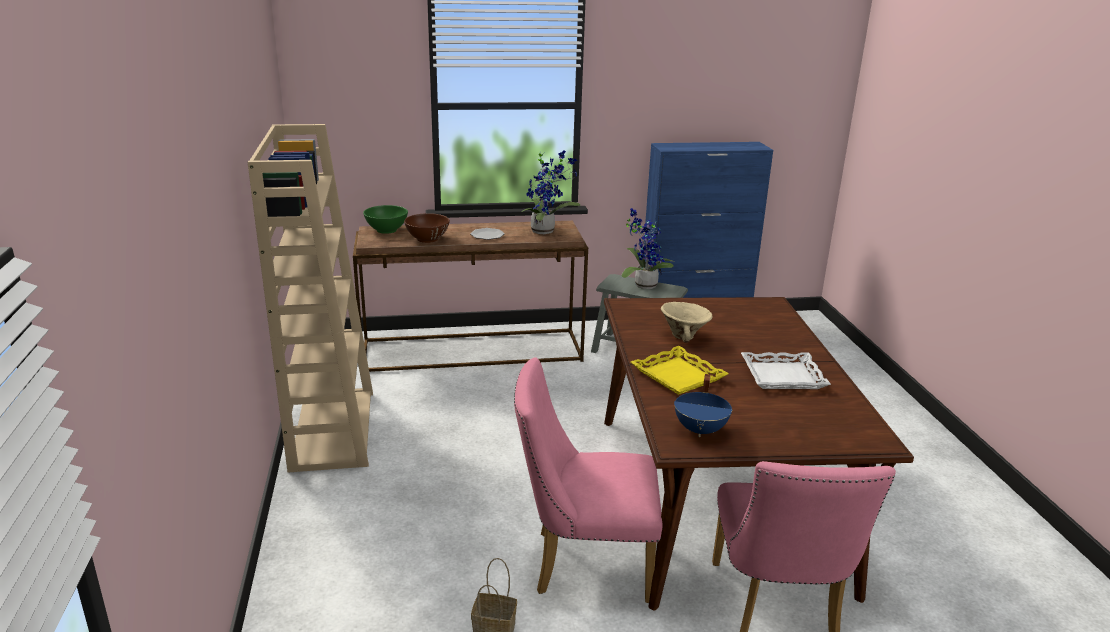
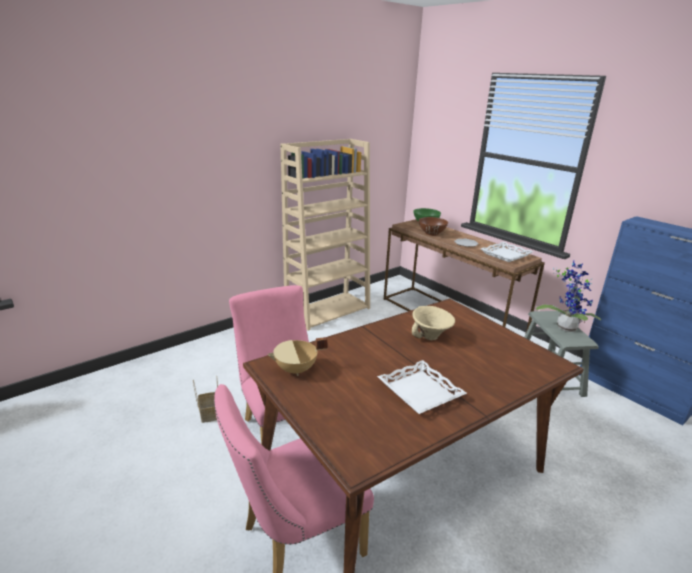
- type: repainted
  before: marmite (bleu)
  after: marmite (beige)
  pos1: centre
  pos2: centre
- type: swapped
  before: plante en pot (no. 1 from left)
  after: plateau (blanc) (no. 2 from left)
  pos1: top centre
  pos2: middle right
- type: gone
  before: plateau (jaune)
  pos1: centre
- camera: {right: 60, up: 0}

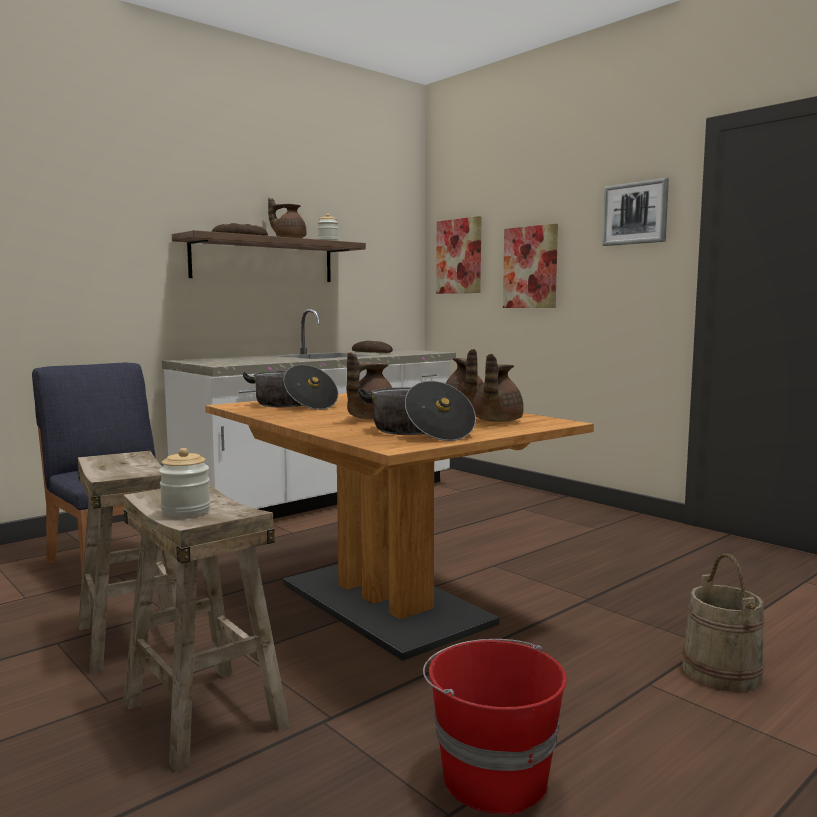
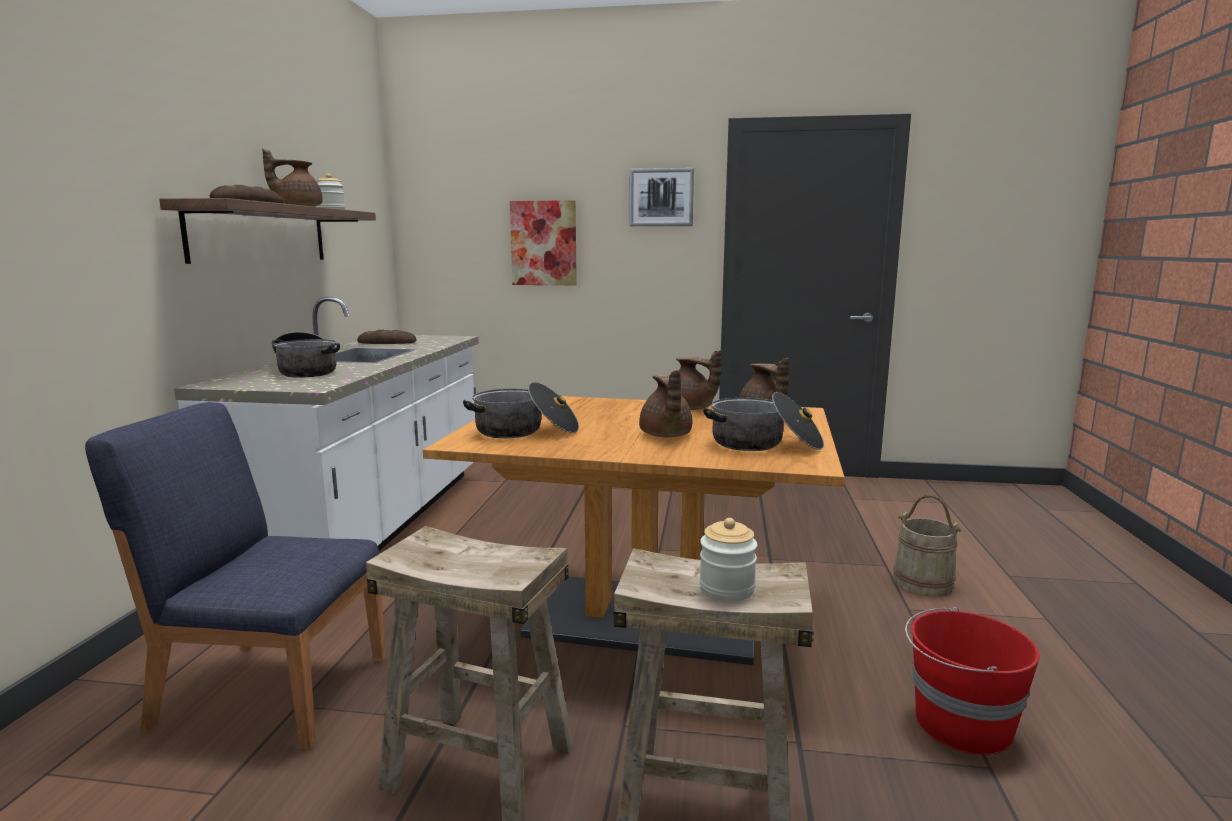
- type: new
  after: marmite (no. 1 from left)
  pos2: middle left
- type: gone
  before: tableau (no. 1 from left)
  pos1: top centre
- camera: {right: -40, up: 5}

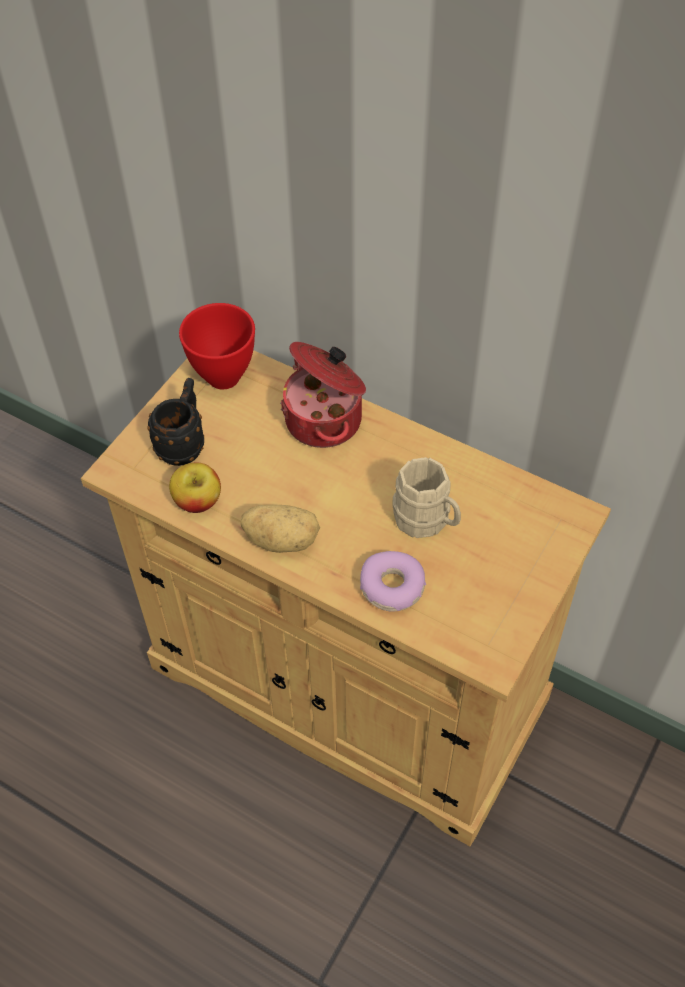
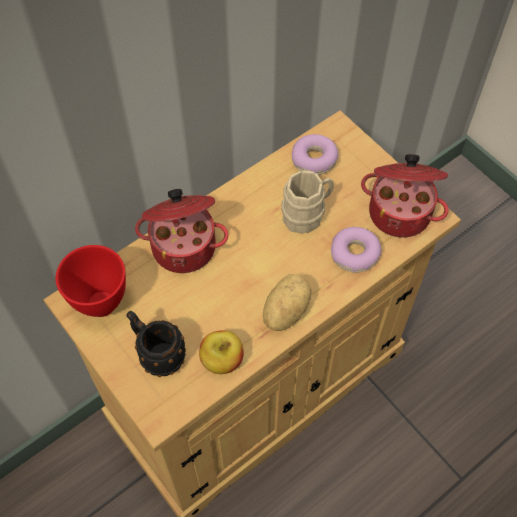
- type: new
  after: beignet (no. 1 from left)
  pos2: top centre
- type: new
  after: marmite (no. 2 from left)
  pos2: middle right
- camera: {right: -70, up: 5}

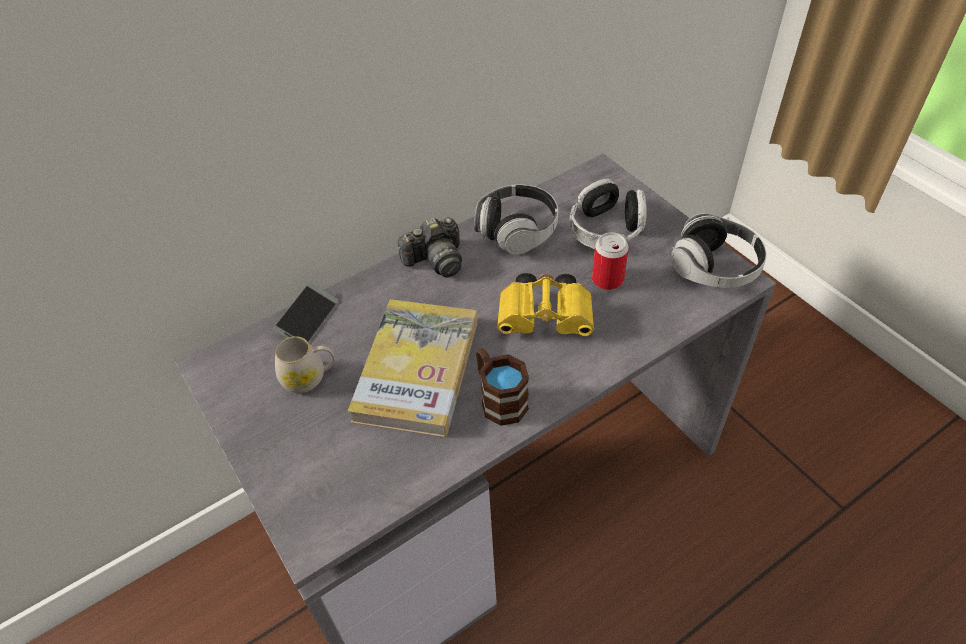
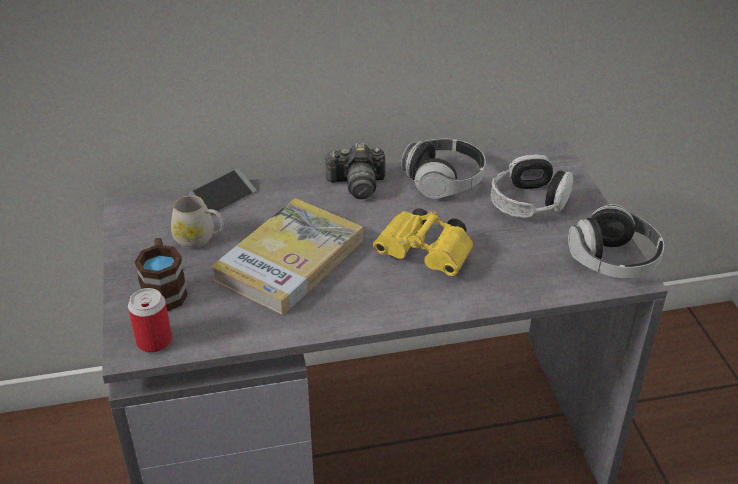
- type: shifted
  before: boîte métallique
  pos1: centre
  pos2: middle left
- type: shifted
  before: mug (marron)
  pos1: centre
  pos2: middle left
- camera: {right: 20, up: -10}

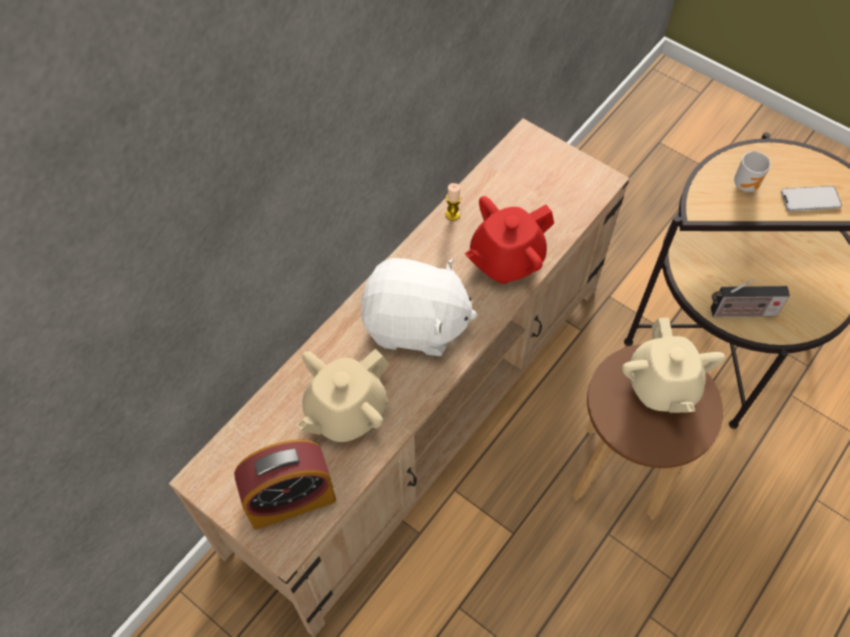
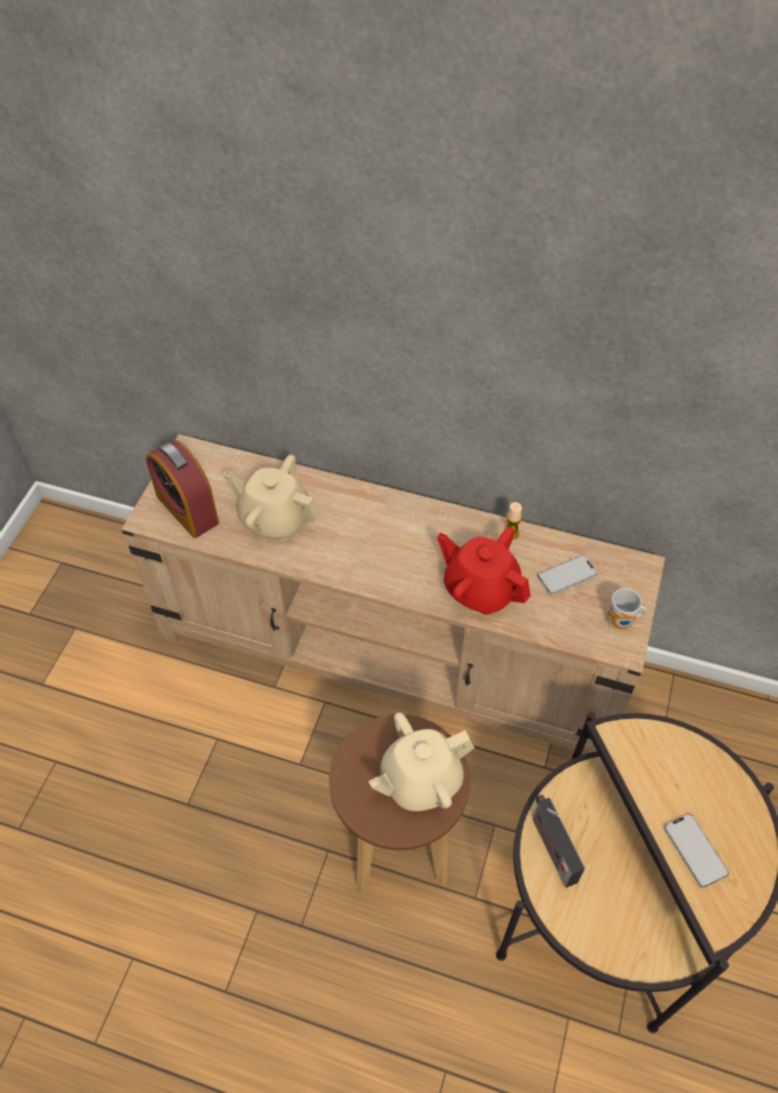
- type: new
  after: téléphone (no. 1 from left)
  pos2: middle right
- type: shifted
  before: mug
  pos1: top right
  pos2: middle right
- type: gone
  before: peluche (blanc)
  pos1: centre
- camera: {right: 70, up: -5}

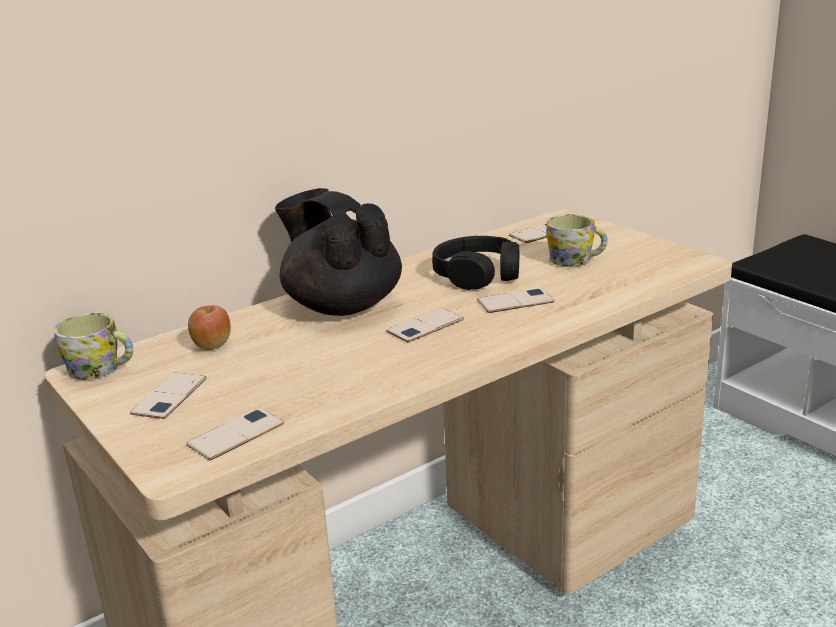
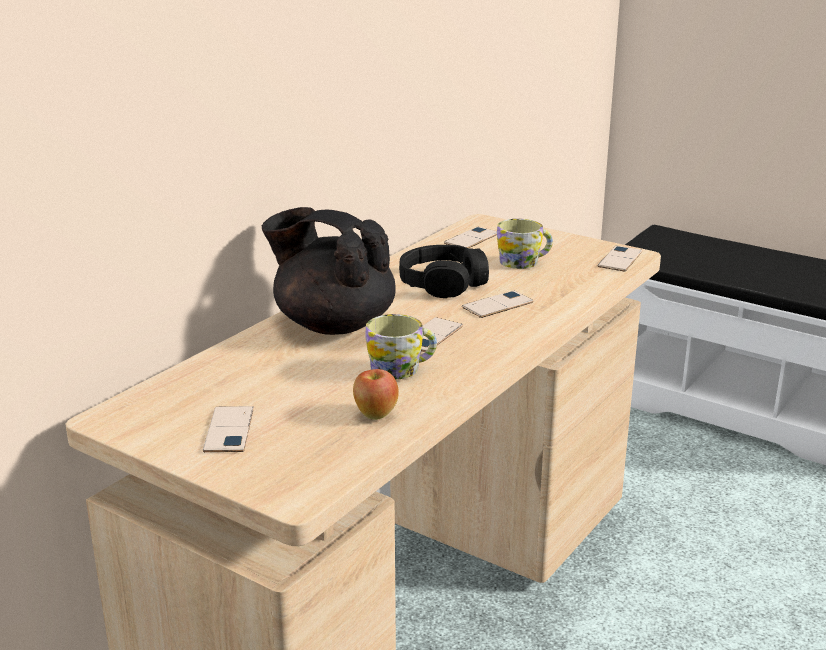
- type: shifted
  before: pomme
  pos1: middle left
  pos2: centre
- type: shifted
  before: mug (no. 1 from left)
  pos1: middle left
  pos2: centre
- type: shifted
  before: téléphone (no. 2 from left in the first image)
  after: téléphone (no. 5 from left)
  pos1: bottom left
  pos2: middle right
- camera: {right: -20, up: 0}

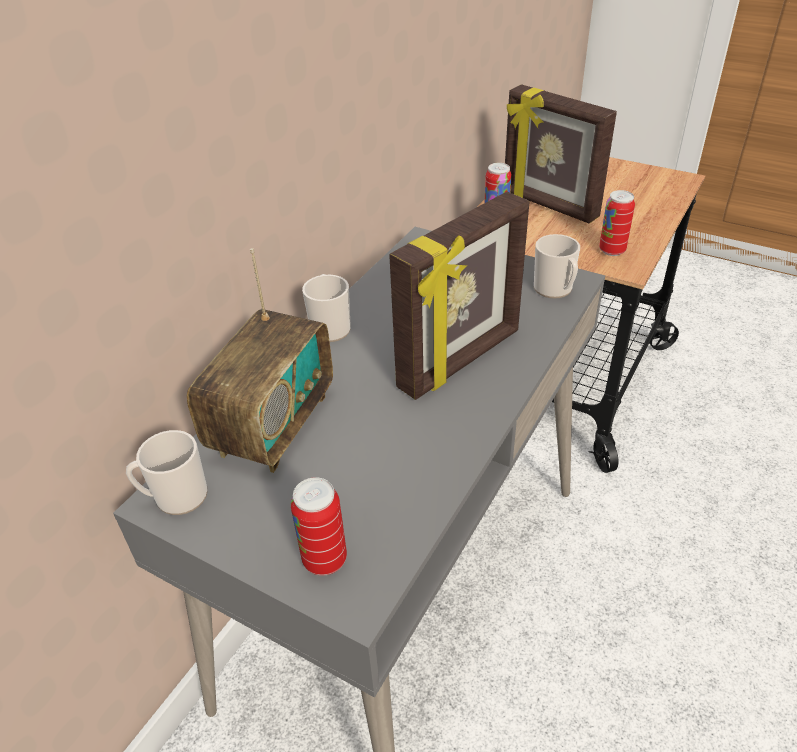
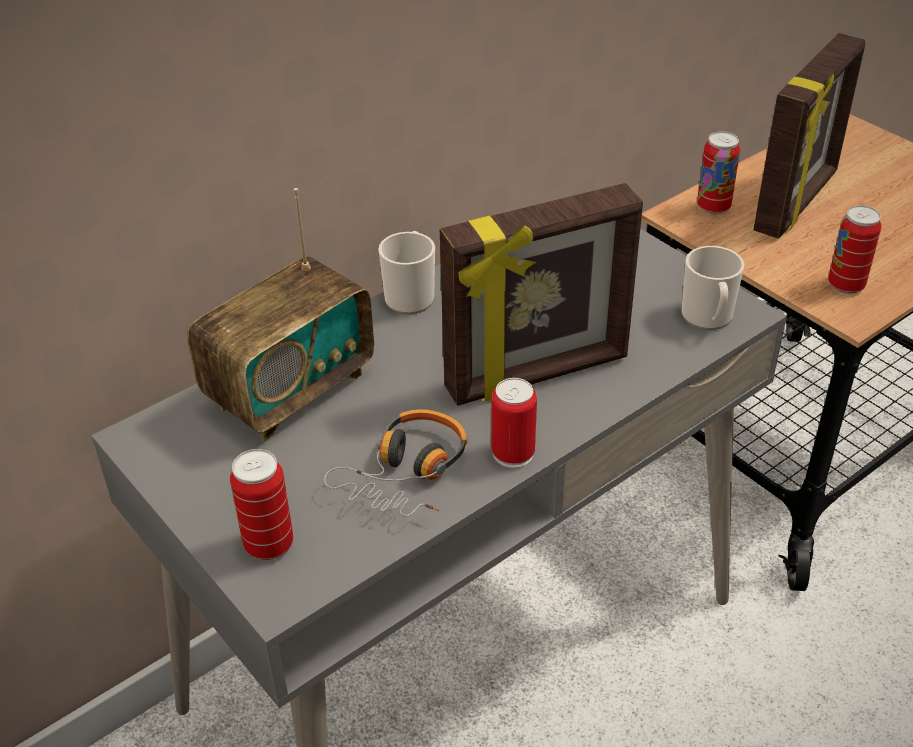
- type: new
  after: casque audio
  pos2: centre
- type: new
  after: boîte métallique (no. 2 from left)
  pos2: centre
- type: rotated
  before: cadre photo (no. 2 from left)
  pos1: top right
  pos2: top right
  turn: -120
- type: gone
  before: mug (no. 1 from left)
  pos1: middle left
- camera: {right: 20, up: 0}

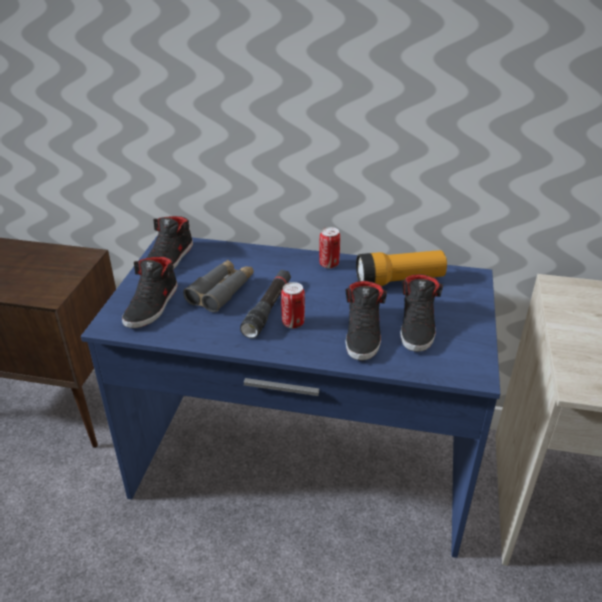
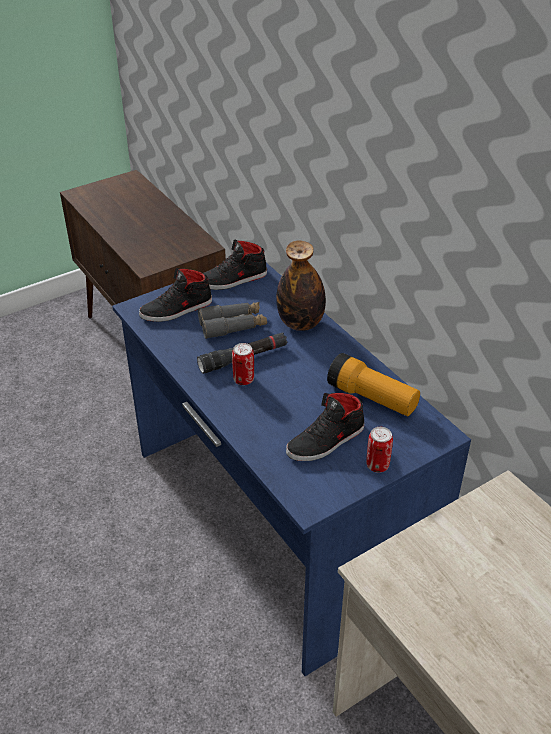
- type: new
  after: bouteille
  pos2: centre
- type: shifted
  before: boîte métallique (no. 2 from left)
  pos1: centre
  pos2: middle right
- type: gone
  before: chaussure (noir) (no. 3 from left)
  pos1: centre
- camera: {right: 45, up: 5}

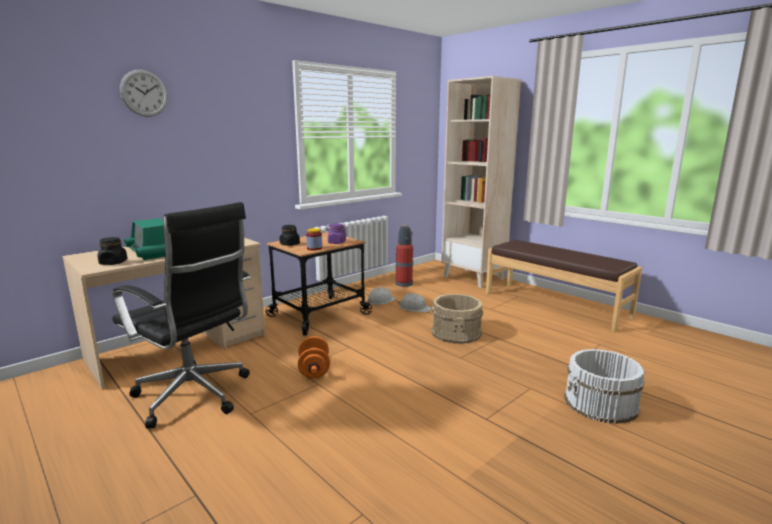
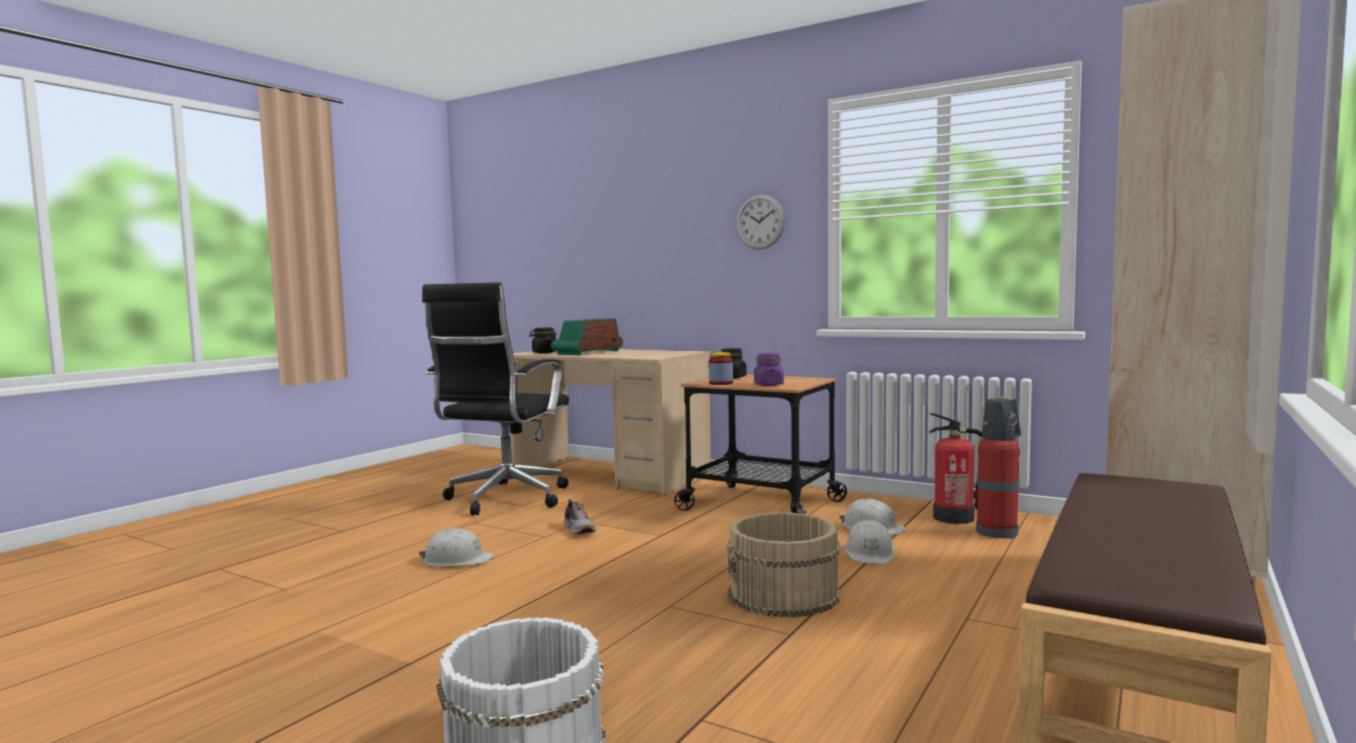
- type: new
  after: casque de chantier (blanc) (no. 1 from left)
  pos2: bottom centre
- type: swapped
  before: haltère (orange)
  after: chaussure
  pos1: bottom centre
  pos2: bottom centre
- type: shifted
  before: horloge murale
  pos1: top left
  pos2: top centre
- type: new
  after: extincteur (no. 1 from left)
  pos2: middle right
- camera: {right: 75, up: -10}

